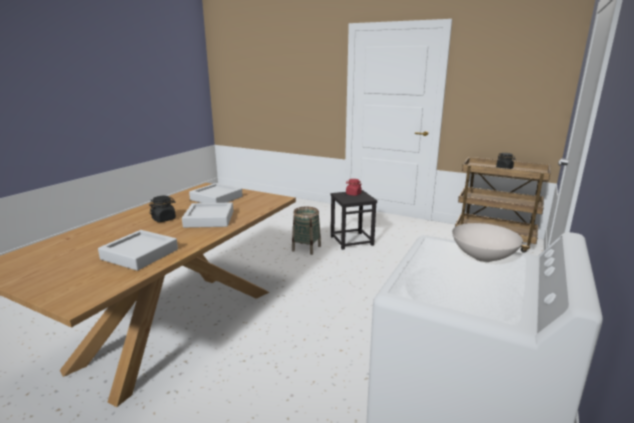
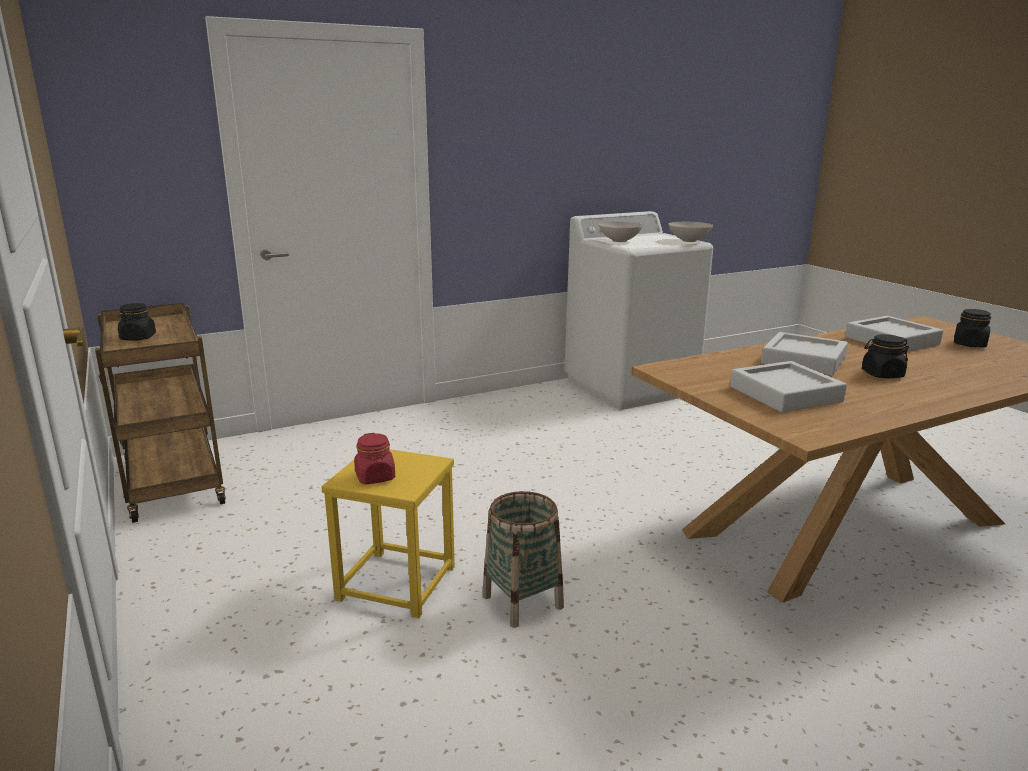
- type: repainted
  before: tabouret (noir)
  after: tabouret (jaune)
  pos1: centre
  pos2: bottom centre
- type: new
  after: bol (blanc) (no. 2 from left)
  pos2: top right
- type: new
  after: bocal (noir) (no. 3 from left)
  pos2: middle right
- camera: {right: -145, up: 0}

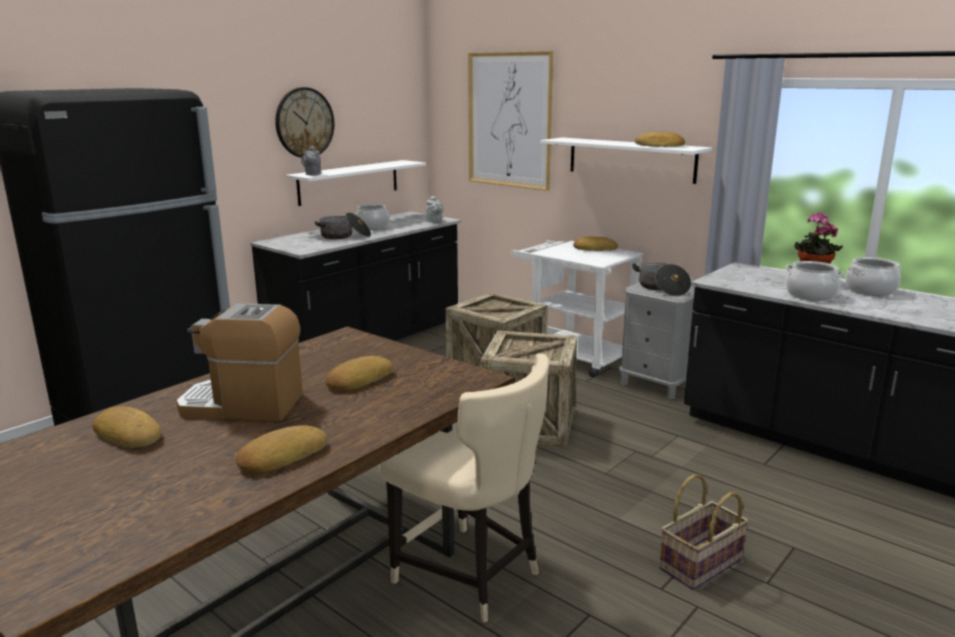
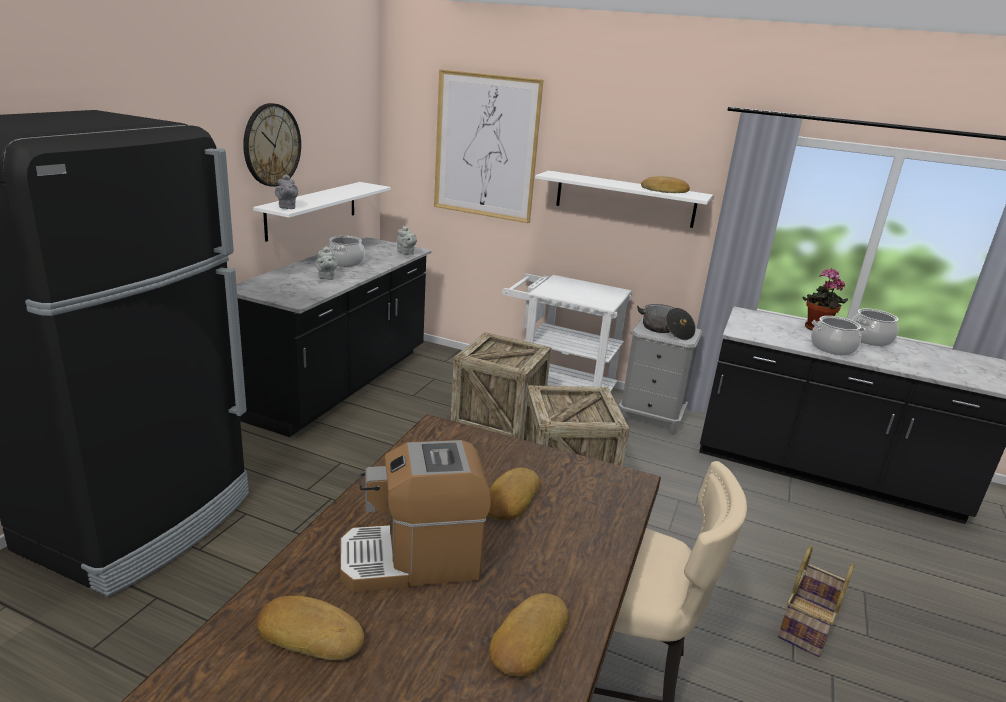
- type: swapped
  before: marmite (no. 1 from left)
  after: théière (gris) (no. 2 from left)
  pos1: centre
  pos2: middle left
- type: gone
  before: pain (no. 4 from left)
  pos1: centre
- camera: {right: -20, up: 5}

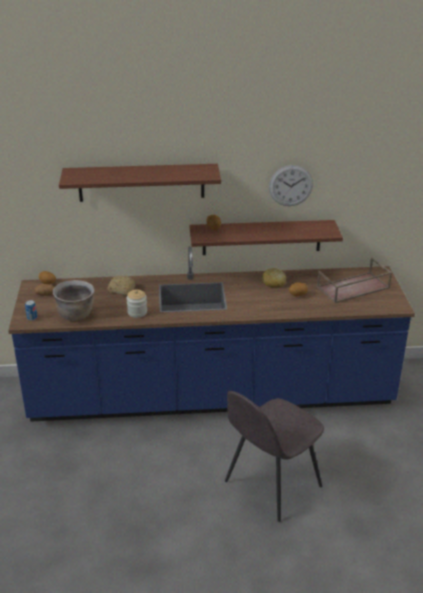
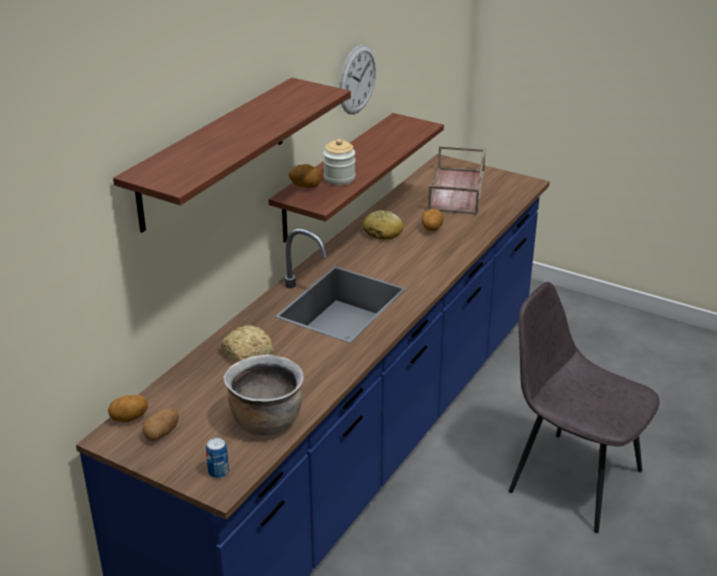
- type: shifted
  before: bocal
  pos1: middle left
  pos2: top centre
- type: rotated
  before: chaise (gris)
  pos1: bottom centre
  pos2: bottom right
  turn: 135
- camera: {right: -55, up: 0}

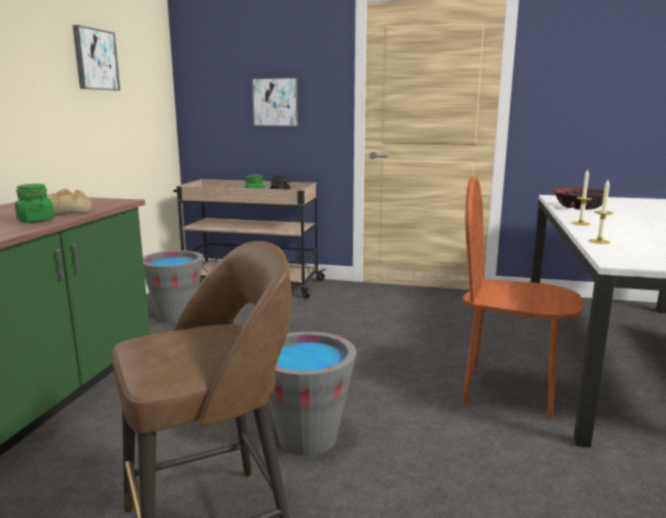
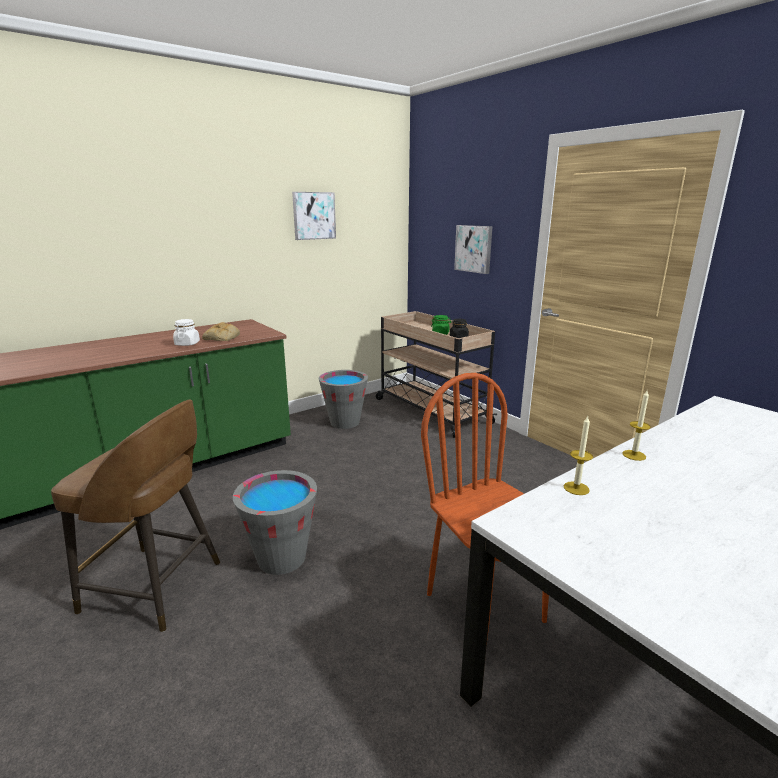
- type: repainted
  before: bocal (vert) (no. 1 from left)
  after: bocal (blanc)
  pos1: middle left
  pos2: middle left
- type: gone
  before: bol
  pos1: middle right
- camera: {right: 40, up: 5}

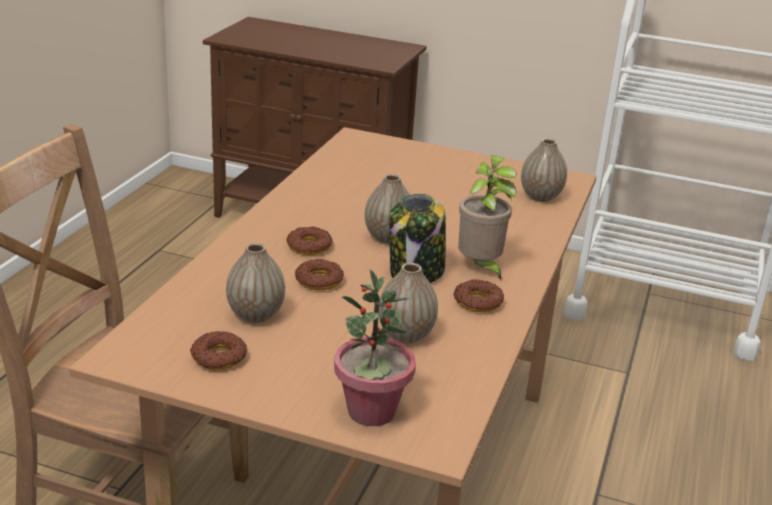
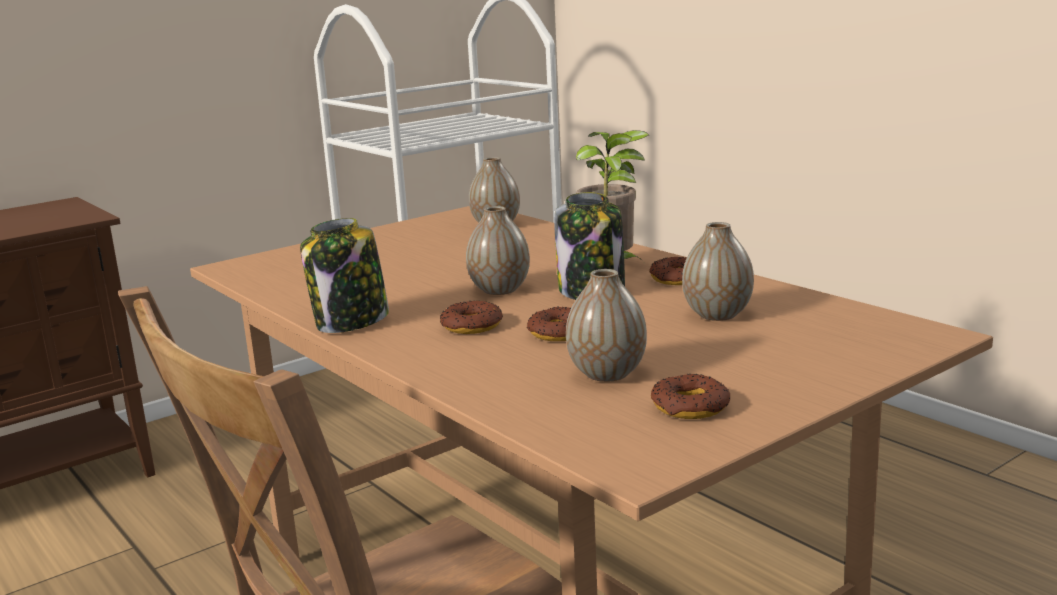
- type: new
  after: bocal (no. 1 from left)
  pos2: middle left
- type: gone
  before: plante en pot (no. 1 from left)
  pos1: bottom centre
- camera: {right: -55, up: -10}

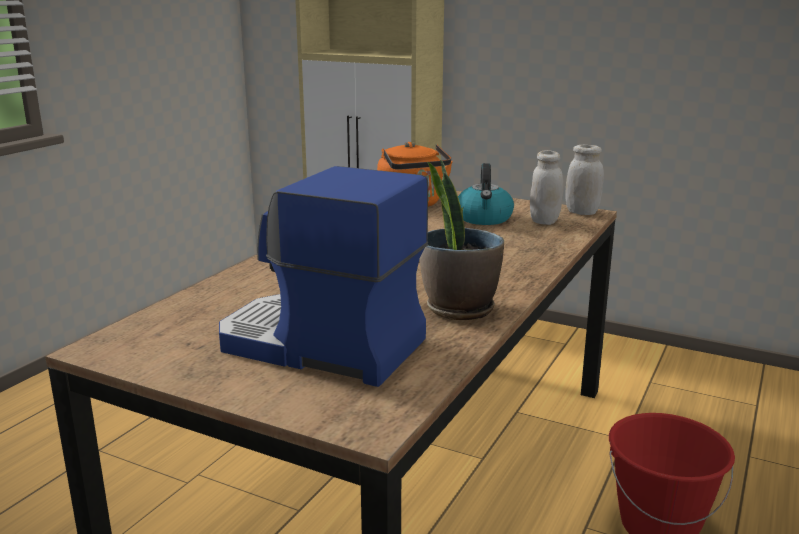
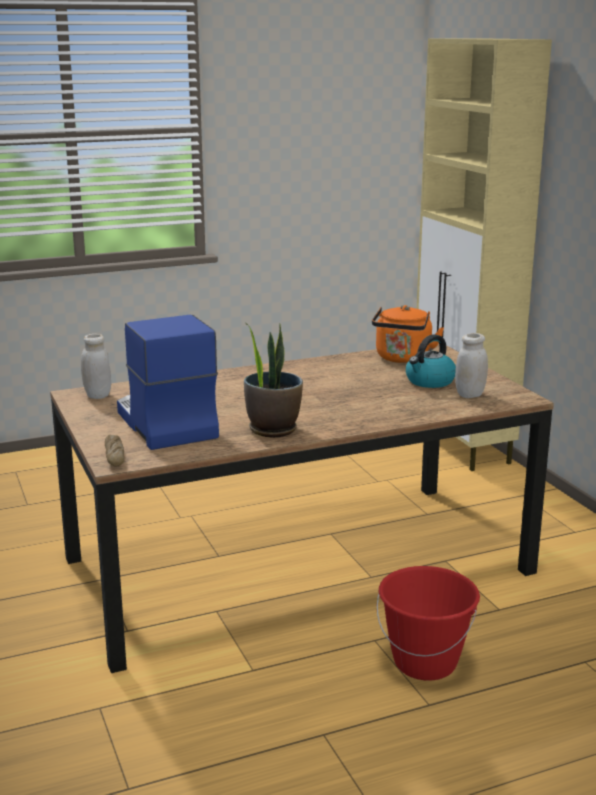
- type: shifted
  before: bocal (blanc) (no. 2 from left in the first image)
  after: bocal (blanc) (no. 1 from left)
  pos1: middle right
  pos2: middle left
- type: new
  after: pain
  pos2: middle left
- camera: {right: 40, up: 0}

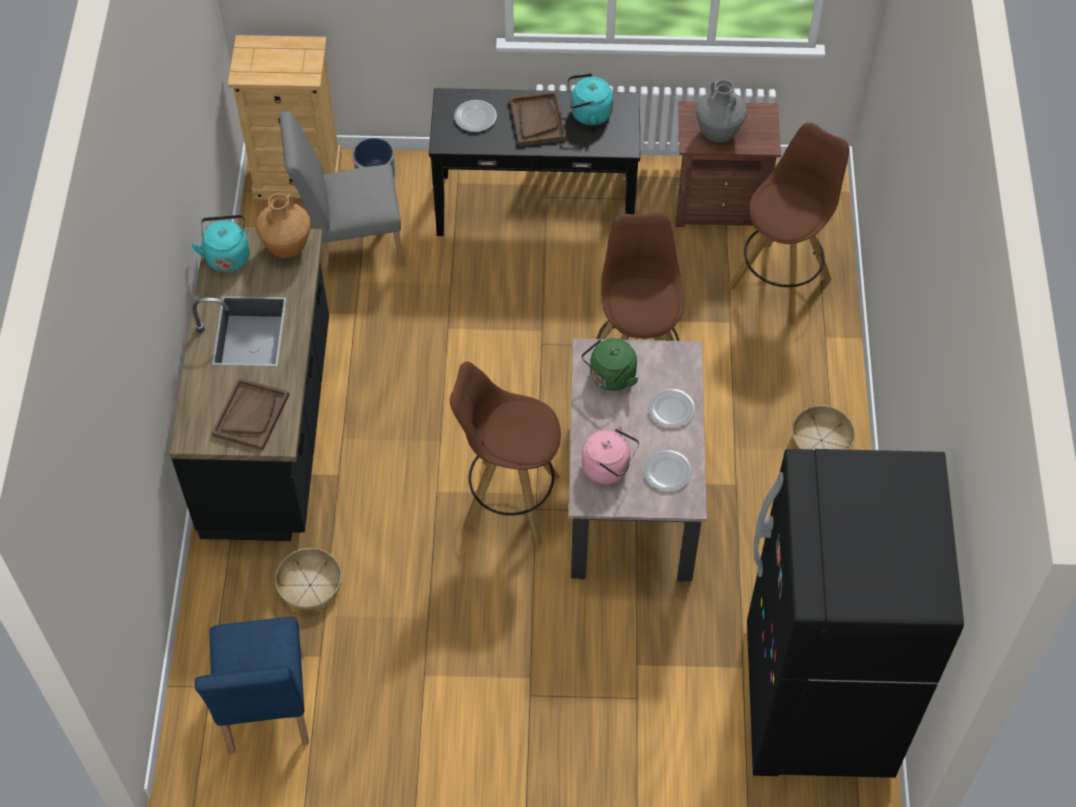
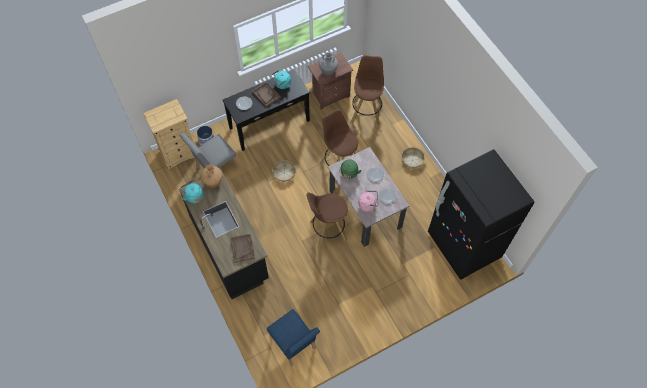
- type: shifted
  before: panier (no. 1 from left)
  pos1: bottom left
  pos2: centre
- camera: {right: -30, up: 5}

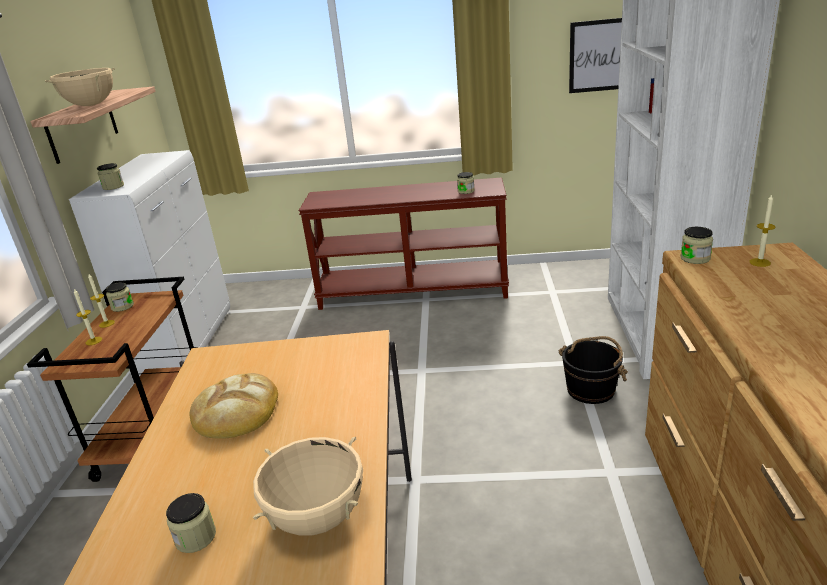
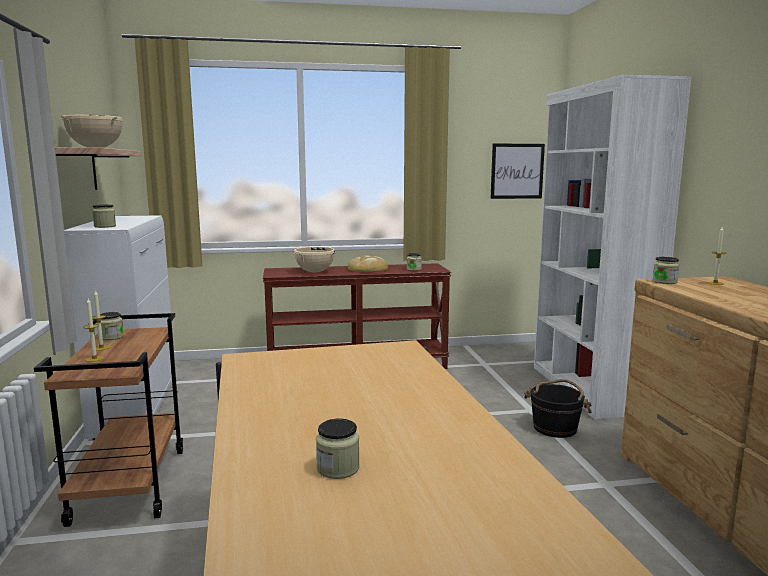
- type: shifted
  before: marmite (beige) (no. 2 from left)
  pos1: bottom centre
  pos2: centre
- type: shifted
  before: pain
  pos1: bottom left
  pos2: centre
- camera: {right: -15, up: -15}

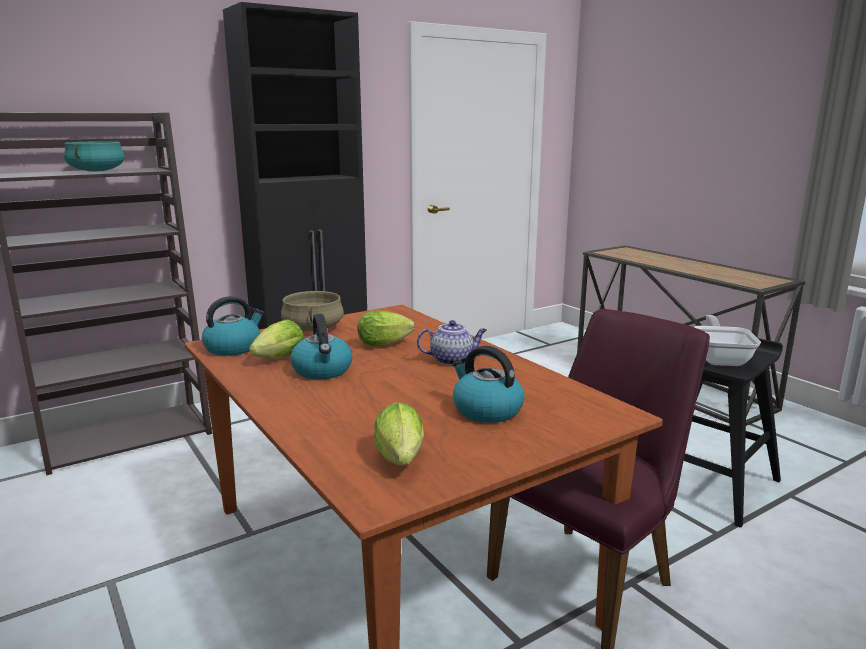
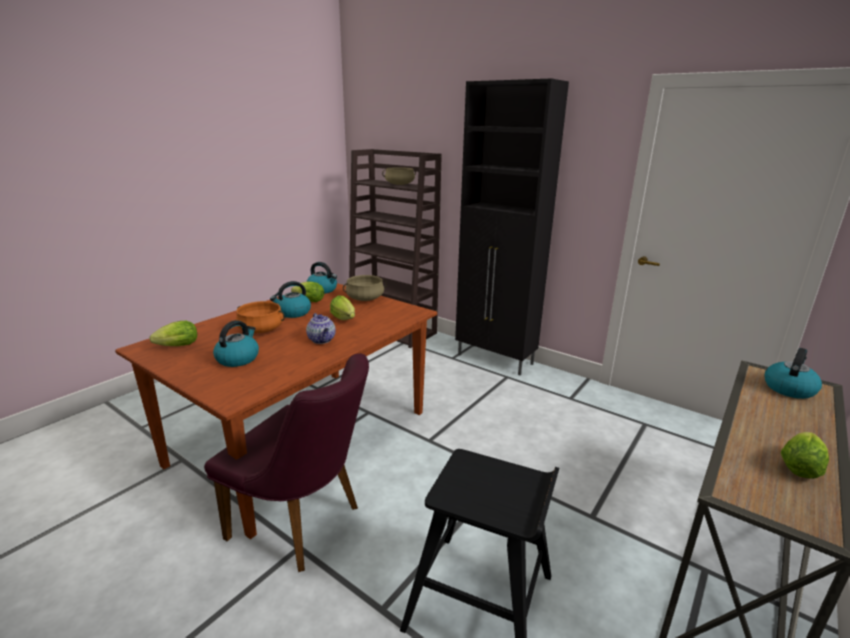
- type: new
  after: marmite (orange)
  pos2: middle left
- type: repainted
  before: marmite (turquoise)
  after: marmite (beige) (no. 2 from left)
  pos1: top left
  pos2: top centre
- type: new
  after: bouilloire (no. 4 from left)
  pos2: middle right
- type: new
  after: laitue (no. 4 from left)
  pos2: bottom right
- type: gone
  before: poêle
  pos1: middle right
- camera: {right: 70, up: 5}

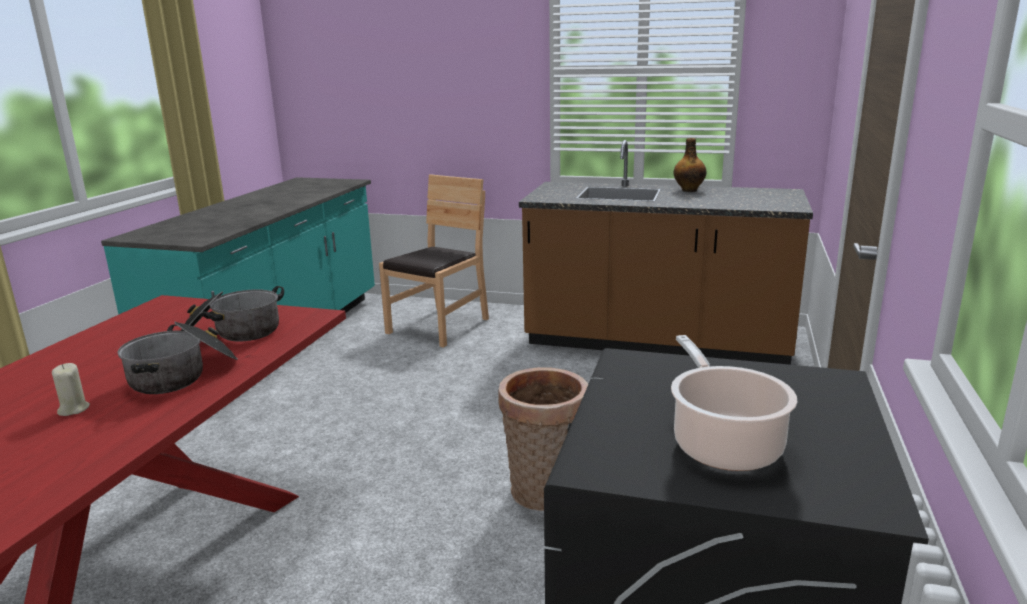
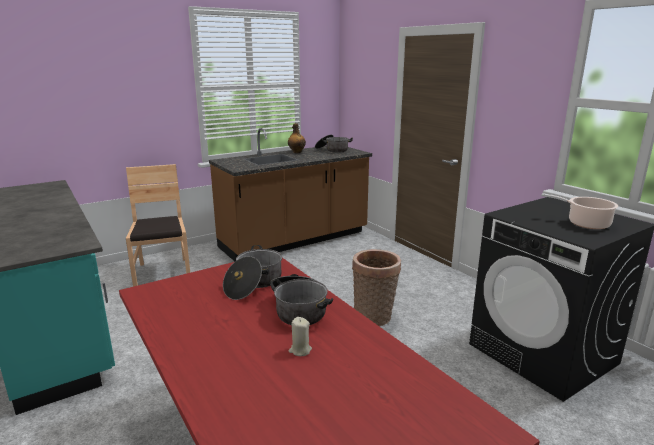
- type: new
  after: marmite (no. 3 from left)
  pos2: top centre
- camera: {right: -50, up: 0}

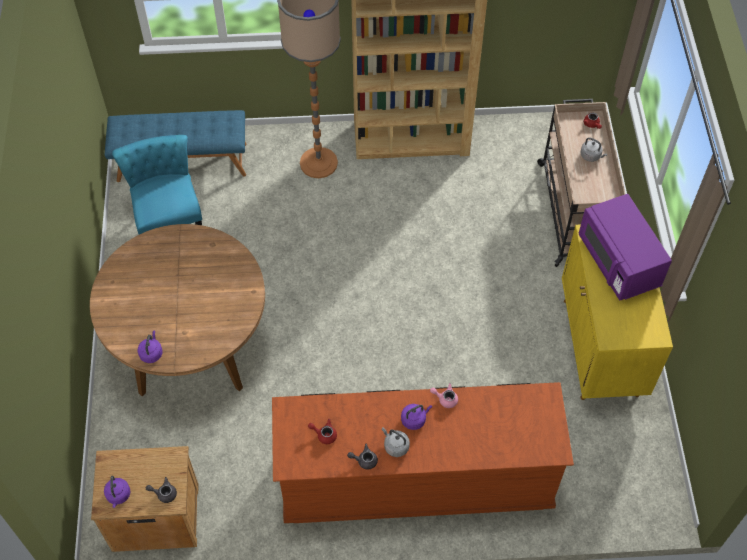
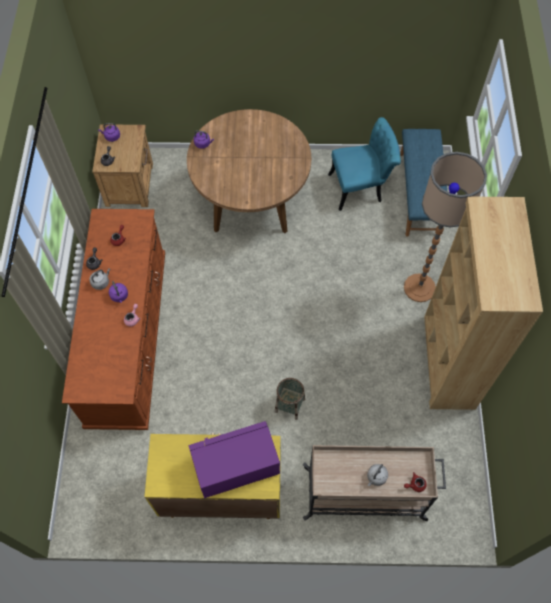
- type: new
  after: panier
  pos2: centre
- camera: {right: 95, up: 5}

